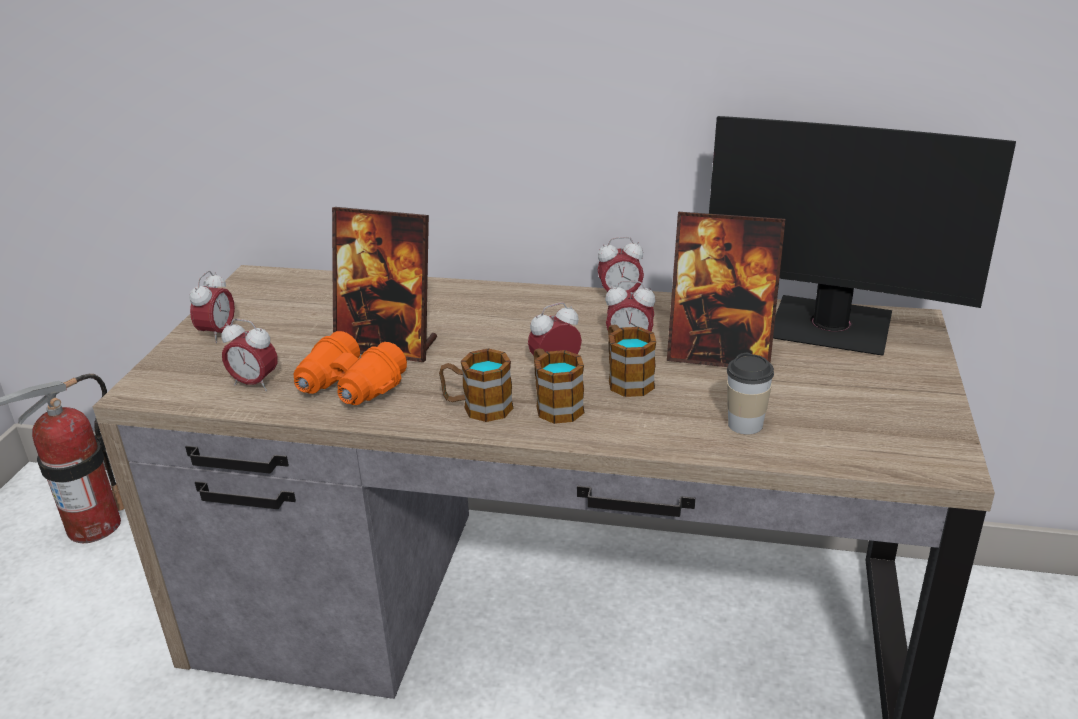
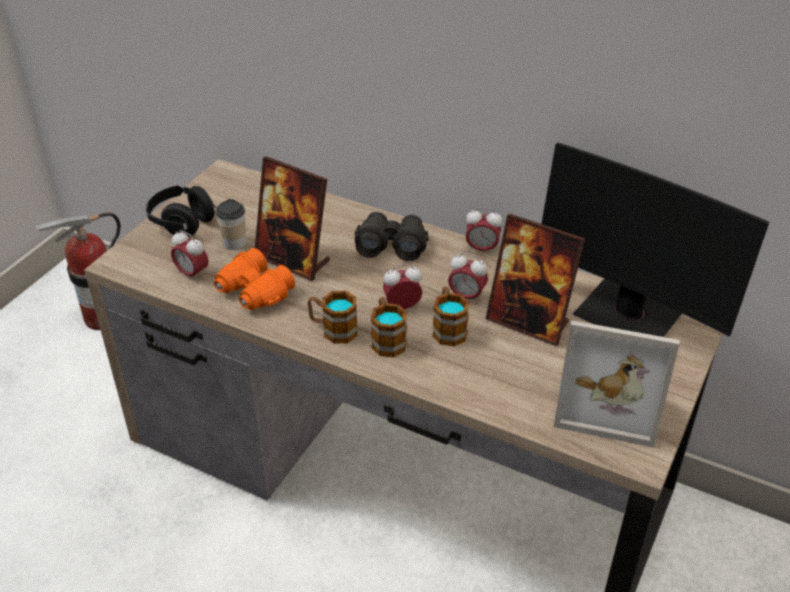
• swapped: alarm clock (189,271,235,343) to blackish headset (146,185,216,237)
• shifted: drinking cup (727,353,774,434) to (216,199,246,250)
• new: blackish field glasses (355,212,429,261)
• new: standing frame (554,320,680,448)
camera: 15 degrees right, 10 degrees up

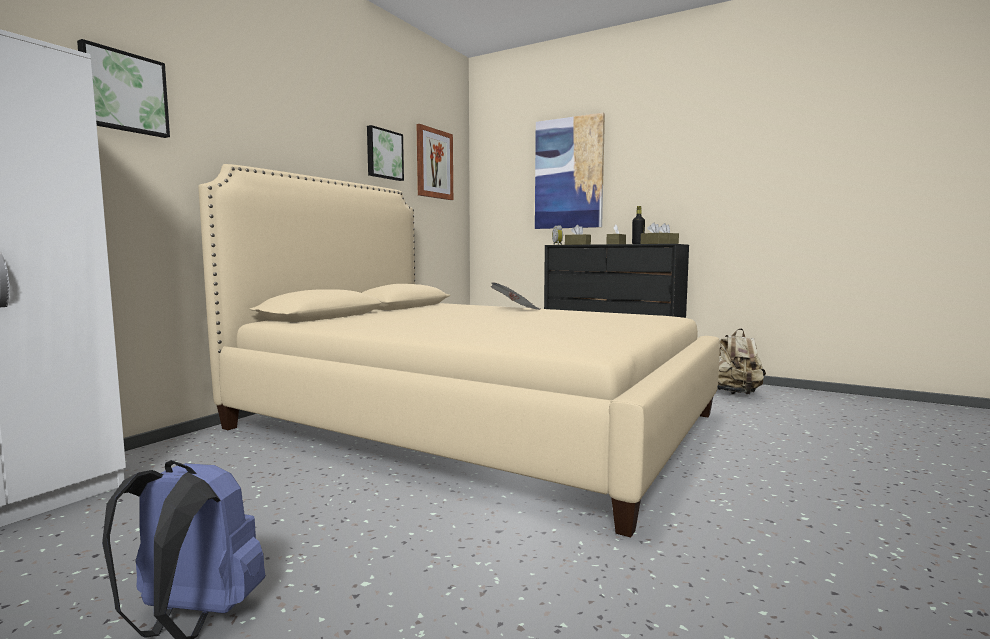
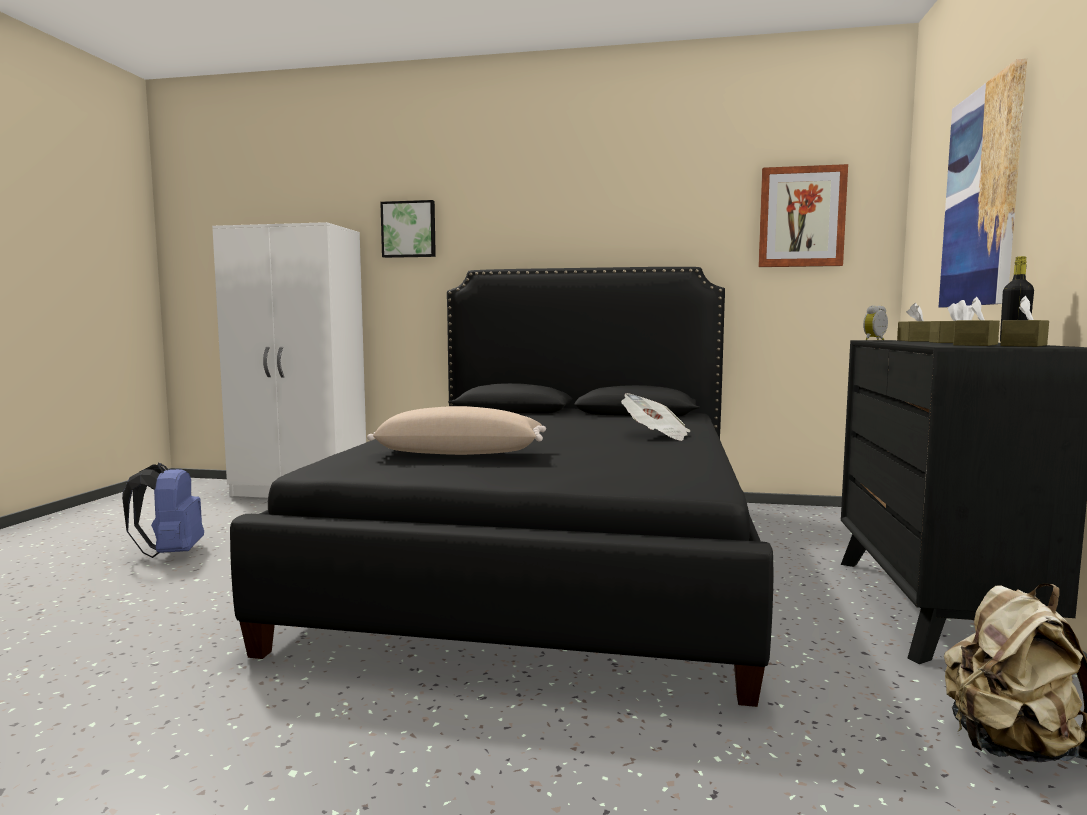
• repainted: beige-coloured bedroom bed (198,164,720,538) to blackish bedroom bed (230,267,773,707)
• new: beige-coloured cushion (367,406,546,455)
• gone: picture (367,125,404,181)
camera: 70 degrees right, 0 degrees up

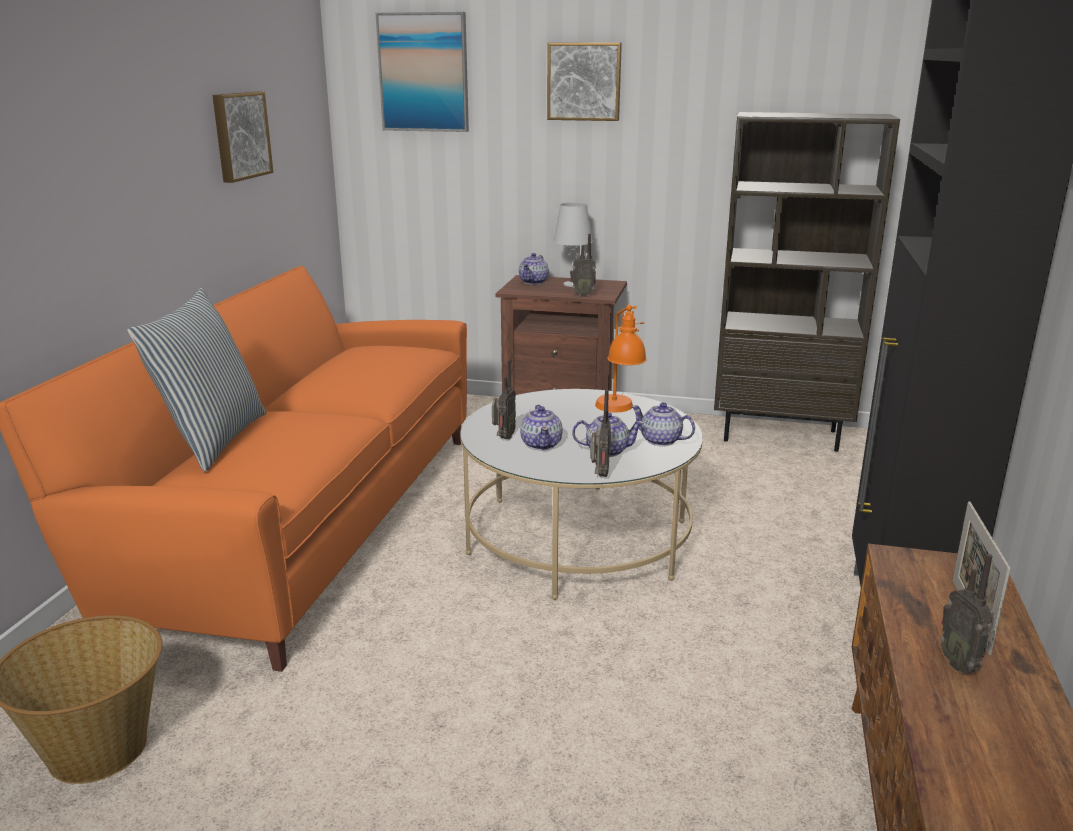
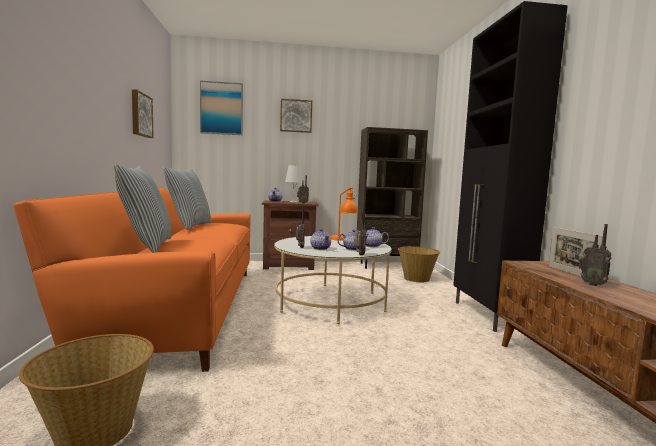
• new: cushion (163,167,212,230)
• new: storage basket (398,246,440,282)
camera: 20 degrees left, 15 degrees down

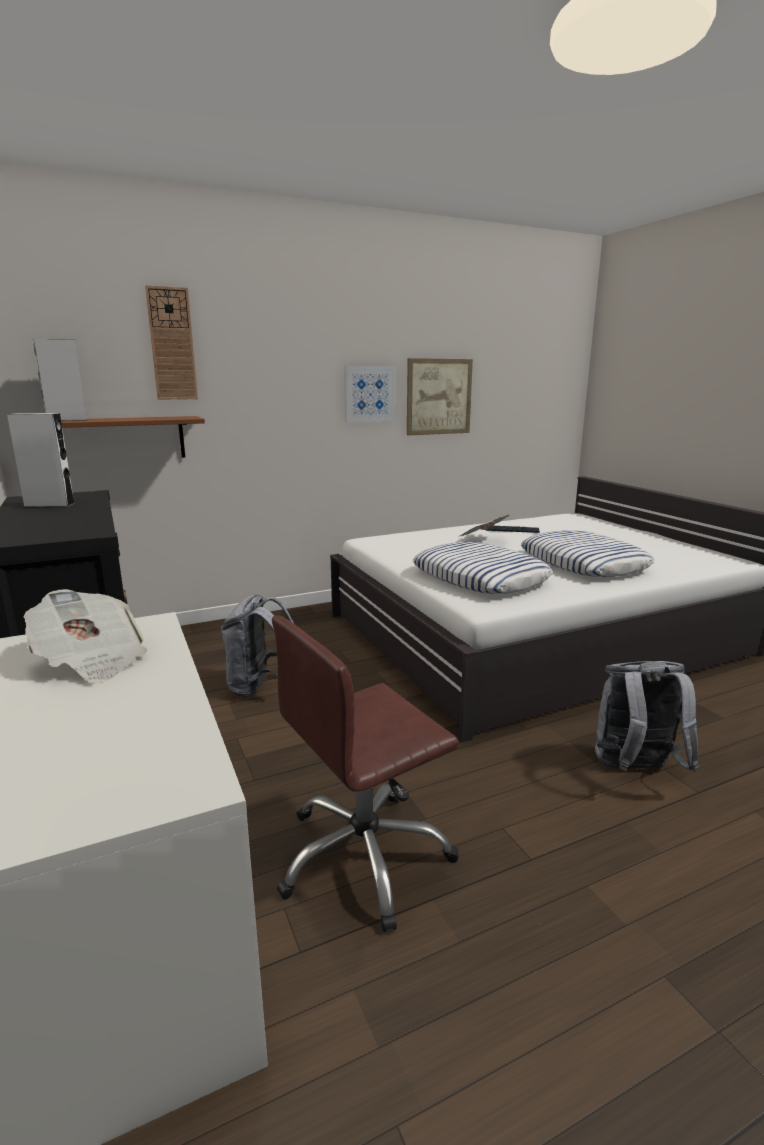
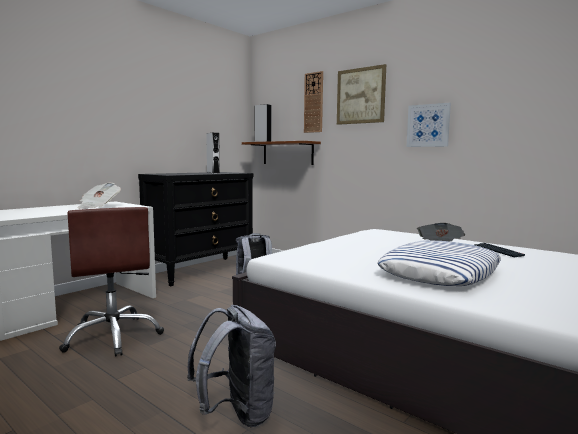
• rotated: brownish computer chair (272,615,459,932) = (59,207,164,357) 150 degrees counterclockwise
• shifted: picture (407,358,473,436) to (337,64,386,125)
• gone: cushion (413,542,553,594)
camera: 65 degrees right, 10 degrees down

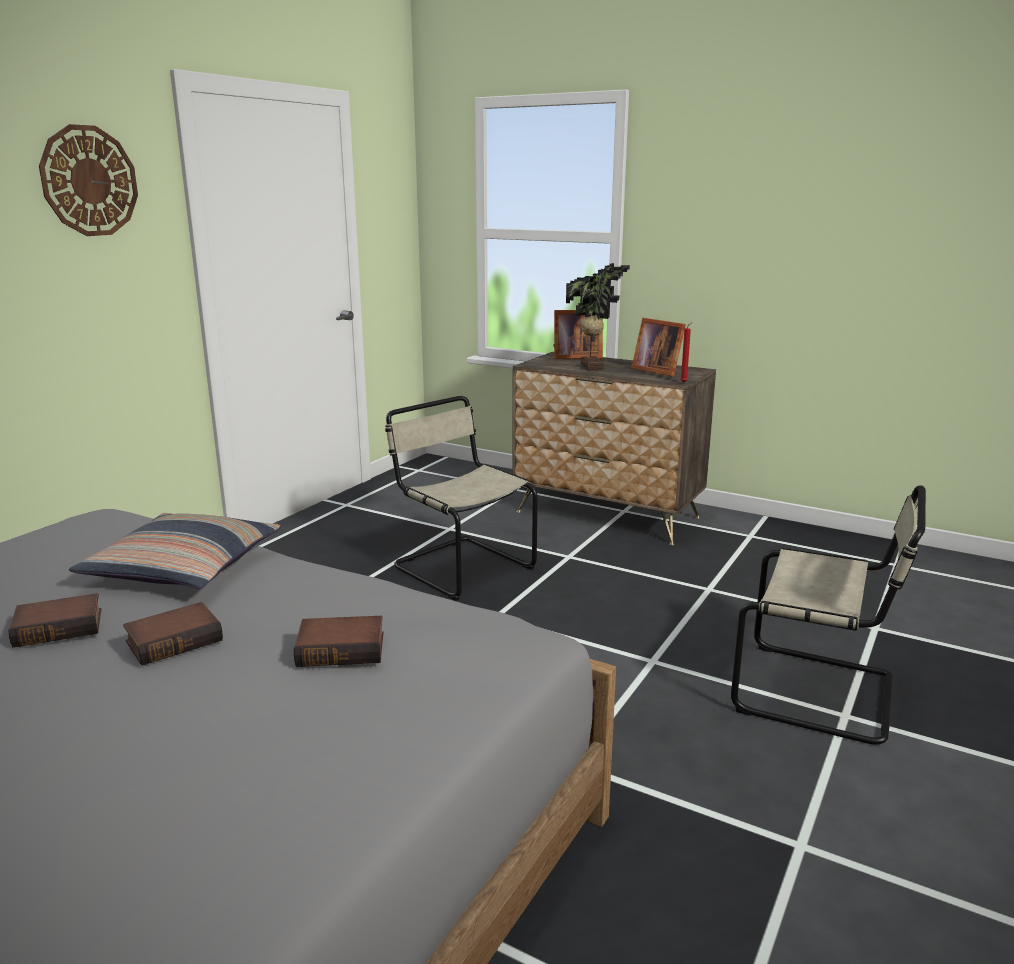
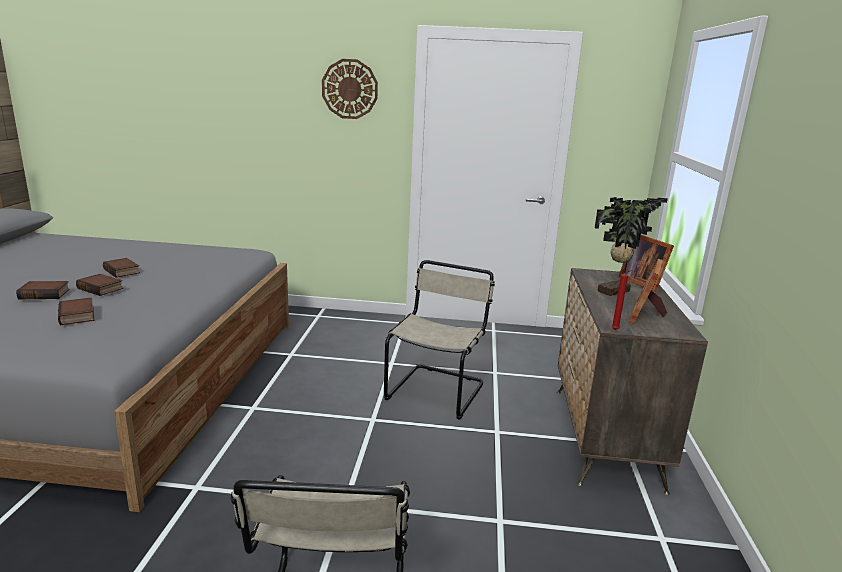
• new: bound book (16,281,70,299)
• gone: cushion (68,513,281,589)
camera: 65 degrees right, 0 degrees up

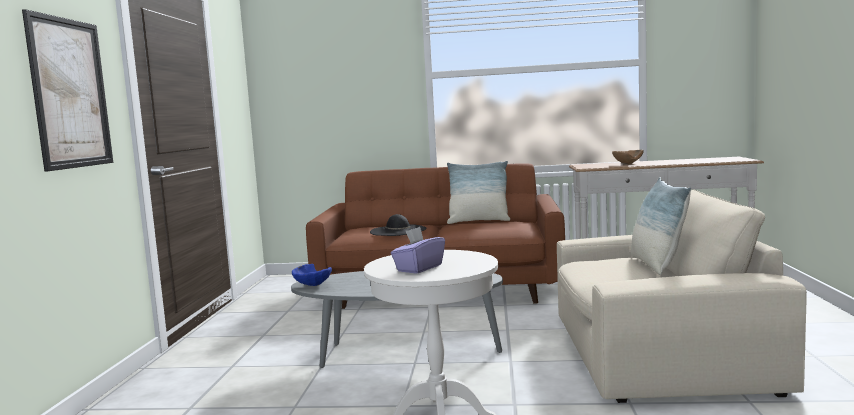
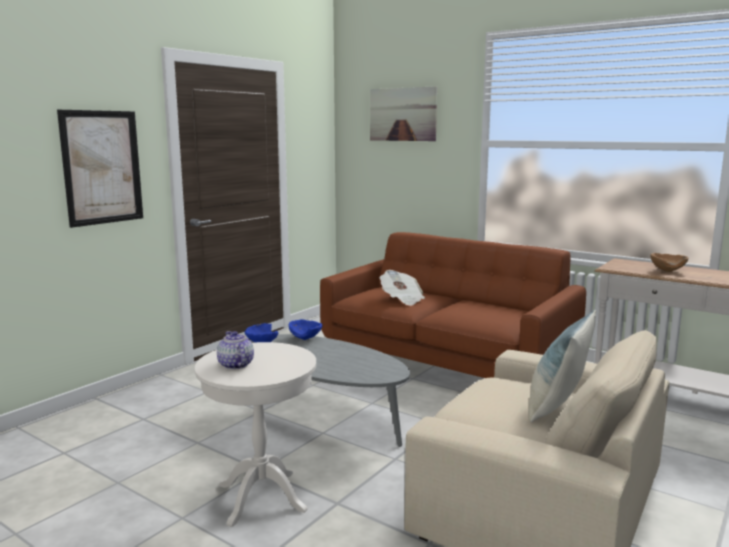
• swapped: purplish tissue holder (391,227,445,274) to pot for tea (217,331,254,370)
• new: blue-coloured deep dish (289,319,322,340)
• new: picture (370,86,437,141)
• swapped: blackish hat (370,214,427,236) to newspaper (380,270,425,306)
• gone: cushion (447,161,510,224)
camera: 30 degrees right, 5 degrees up

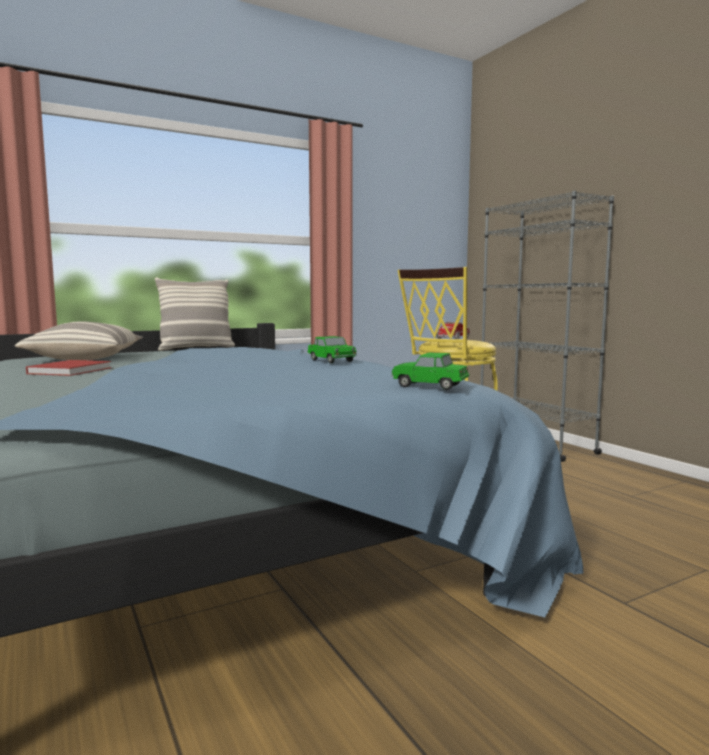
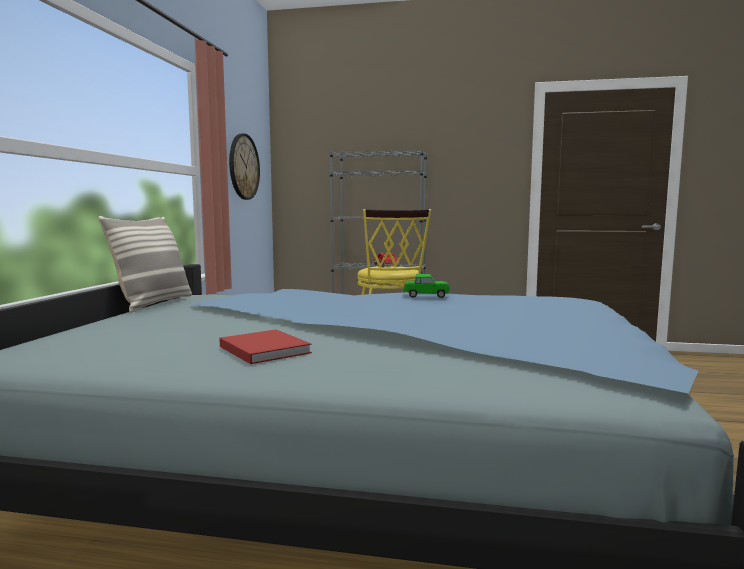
• new: clock on the wall (229,133,260,200)
• gone: cushion (15,321,143,360)
• gone: toy car (391,352,469,390)
camera: 50 degrees left, 0 degrees up

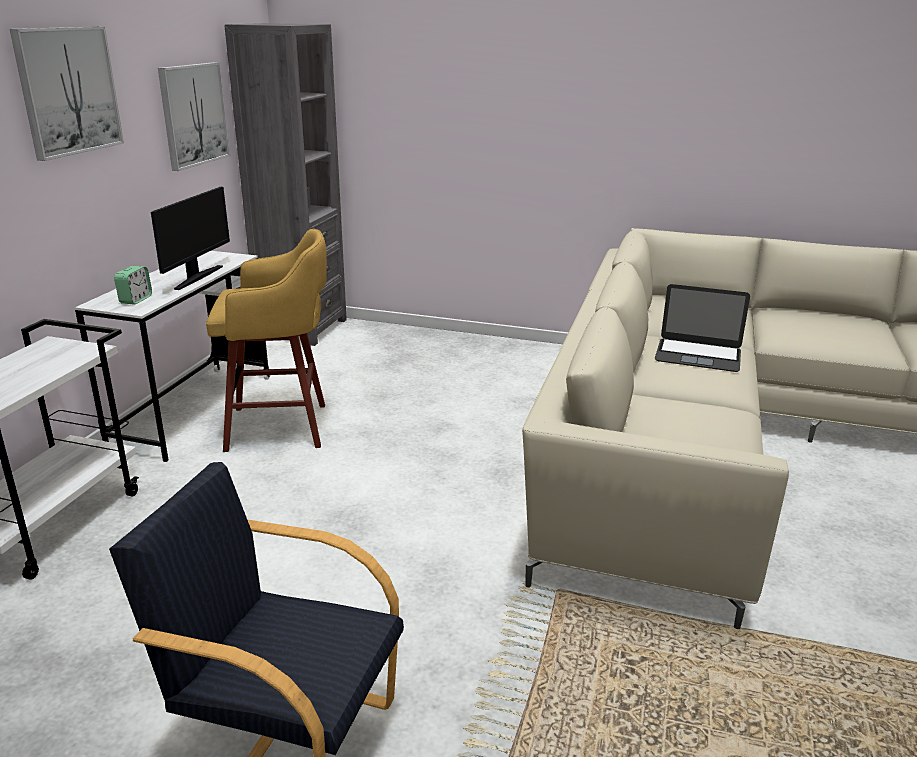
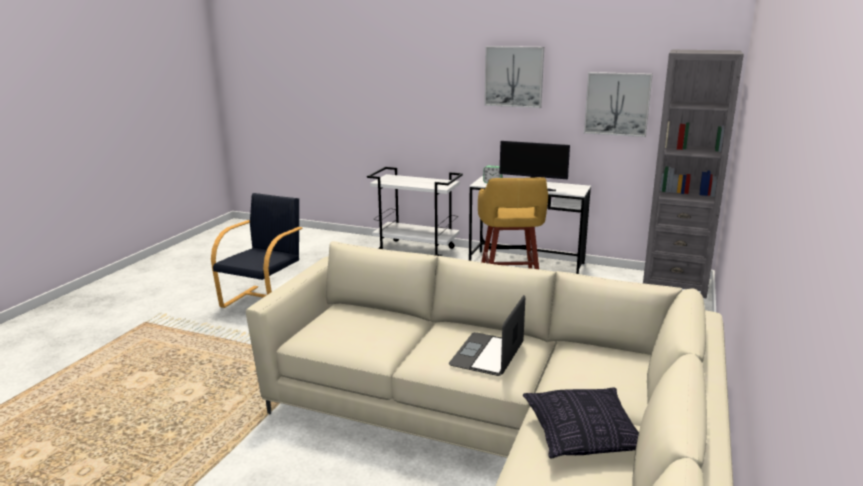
• new: cushion (523,387,639,458)
camera: 95 degrees right, 5 degrees down

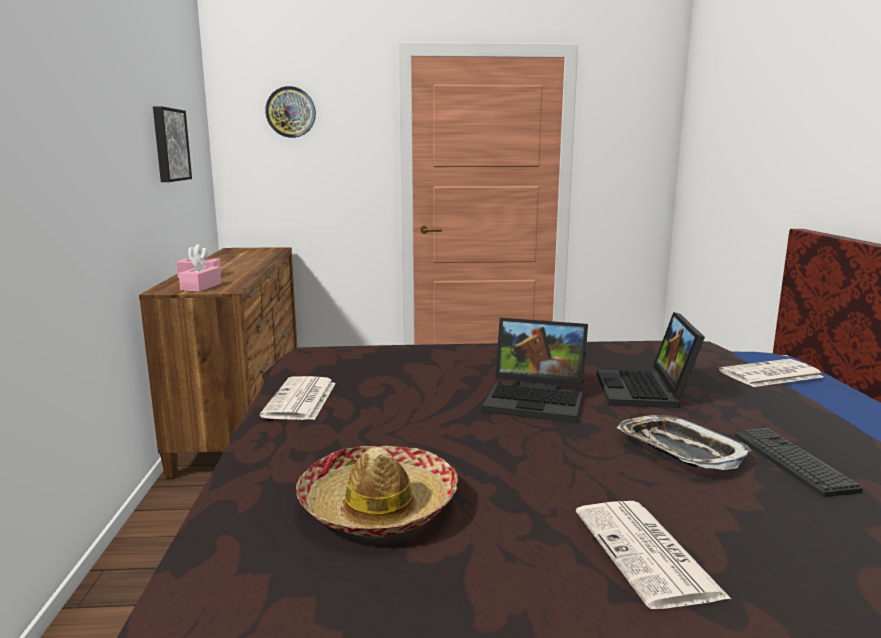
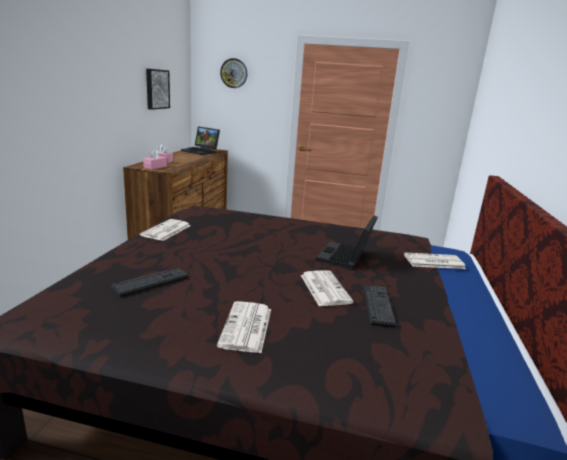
• swapped: hat (296,446,458,537) to keyboard (111,268,188,297)
• shifted: portable computer (482,318,588,423) to (181,126,220,155)
• swapped: carrying tray (617,415,752,470) to newspaper (301,270,354,306)
camera: 15 degrees right, 5 degrees up

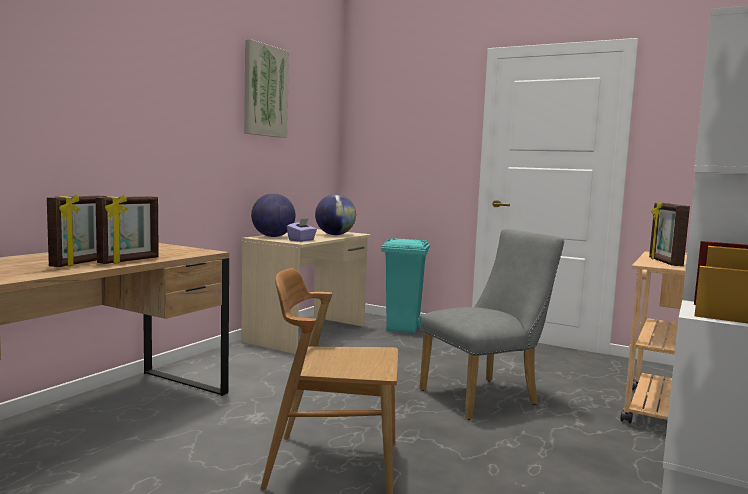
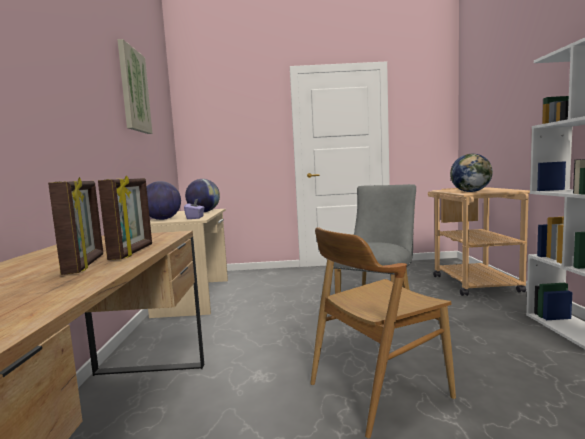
• swapped: standing frame (649,201,690,266) to desk globe (450,154,493,192)
• gone: blue-green trash can (381,238,430,333)
camera: 30 degrees left, 0 degrees up

